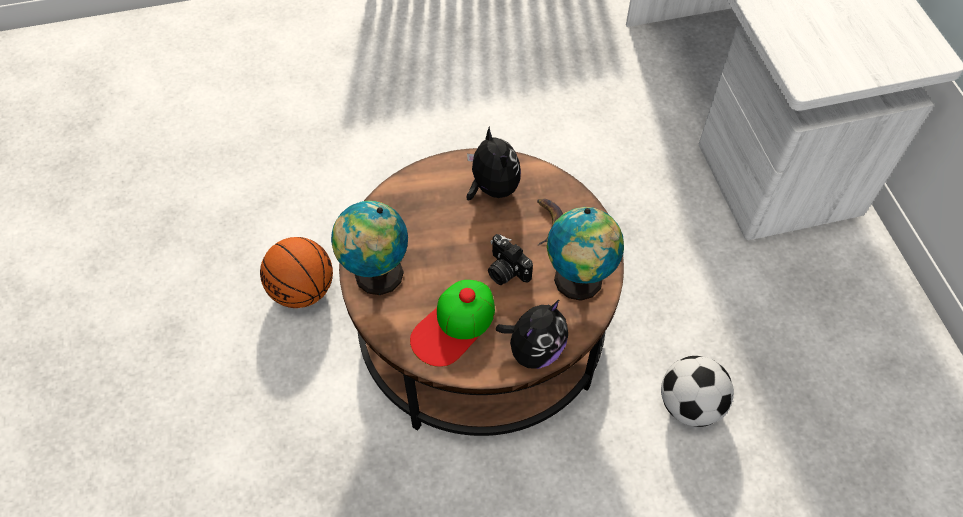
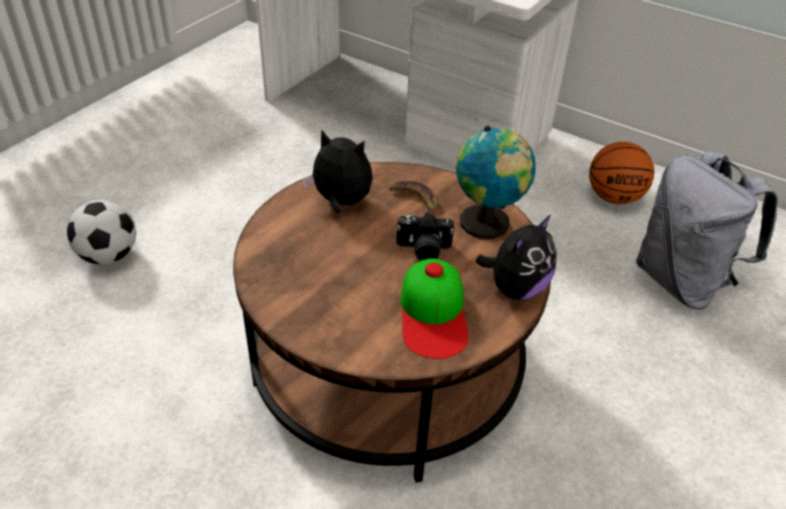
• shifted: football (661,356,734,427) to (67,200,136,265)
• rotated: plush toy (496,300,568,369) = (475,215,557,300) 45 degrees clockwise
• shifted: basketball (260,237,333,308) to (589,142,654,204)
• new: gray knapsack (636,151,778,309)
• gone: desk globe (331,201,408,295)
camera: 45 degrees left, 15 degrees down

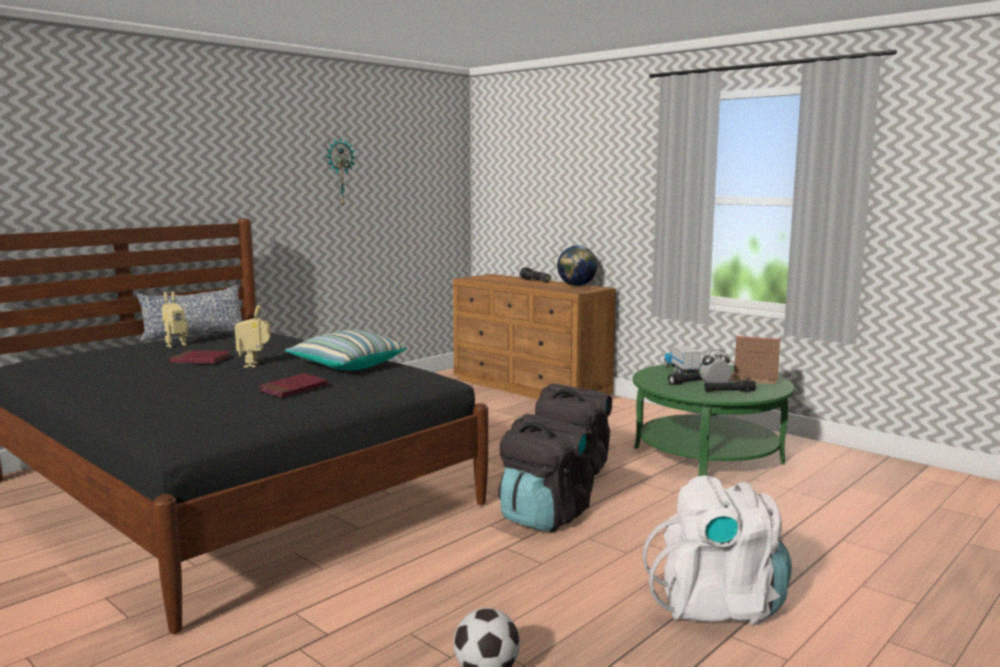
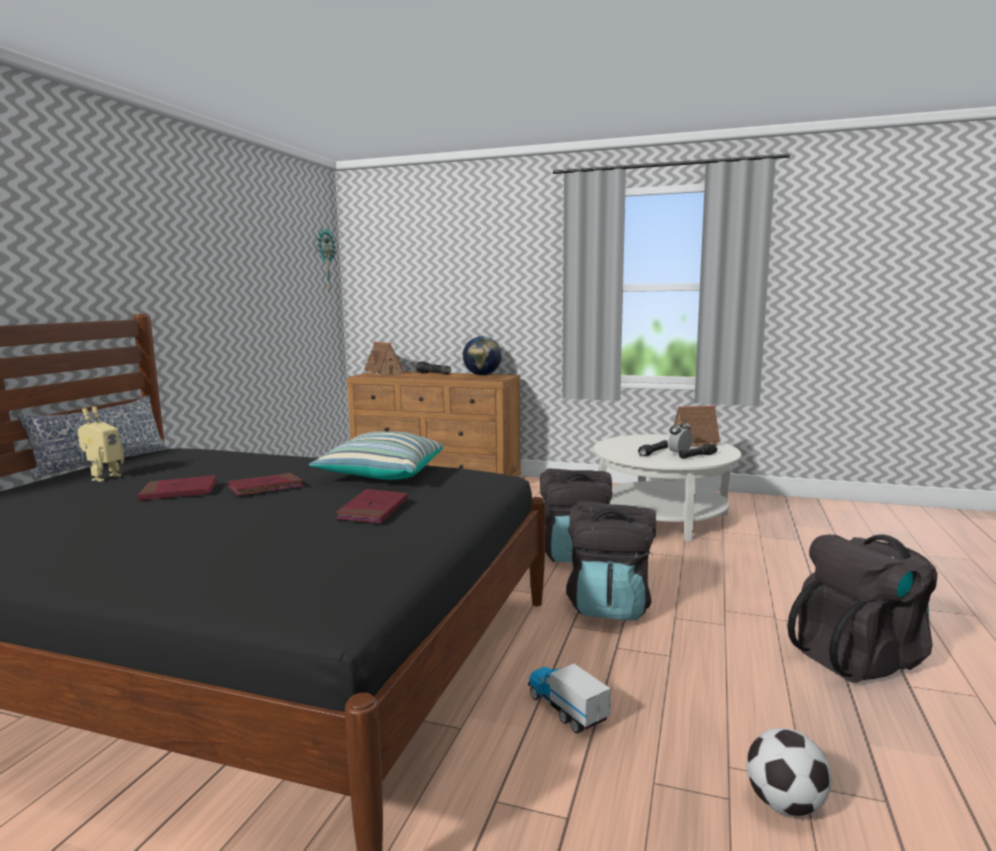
• swapped: model robot (235,305,271,368) to reddish bound book (227,473,304,496)
• shifted: clock on the wall (325,137,357,206) to (317,229,336,293)
• new: miniature house (364,341,403,376)
• shifted: toy lorry (664,346,701,374) to (528,664,611,733)
• repainted: green low table (633,363,795,476) to white-coloured low table (593,434,741,541)
• repainted: white-coloured knapsack (642,475,792,625) to blackish knapsack (787,534,937,683)
camera: 25 degrees left, 0 degrees up

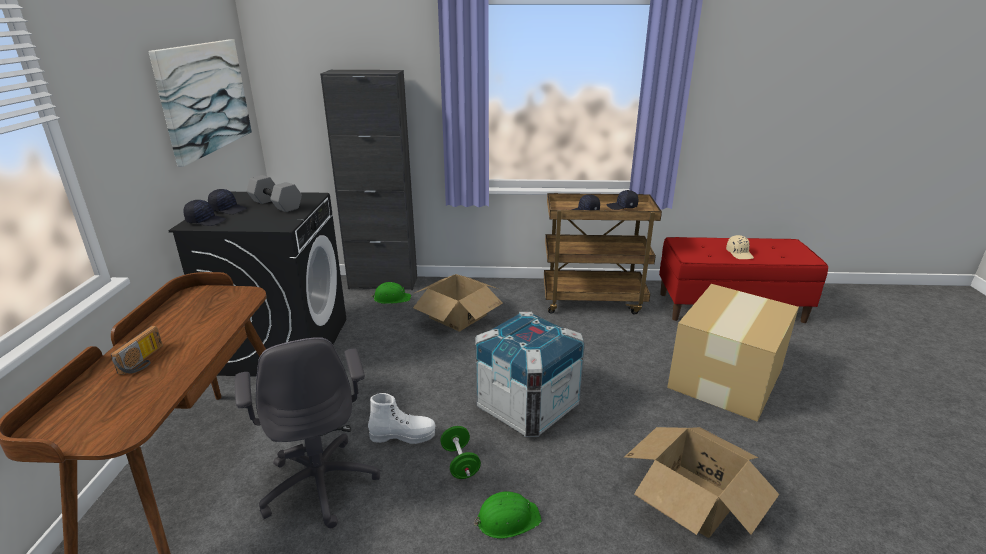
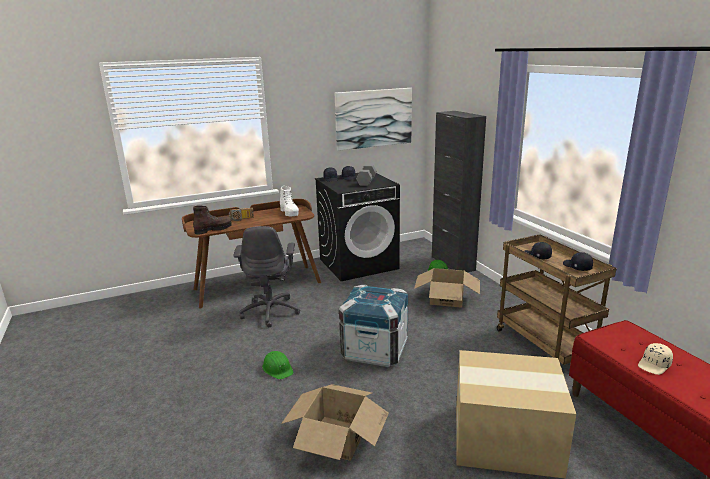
• new: brownish tall boot (193,206,231,235)
• rotated: gray computer chair (235,337,380,528) = (234,226,300,327) 45 degrees counterclockwise
• shifted: white-coloured tall boot (368,393,436,444) to (280,186,299,216)
• gone: green free weight (440,426,481,479)
camera: 65 degrees right, 5 degrees down

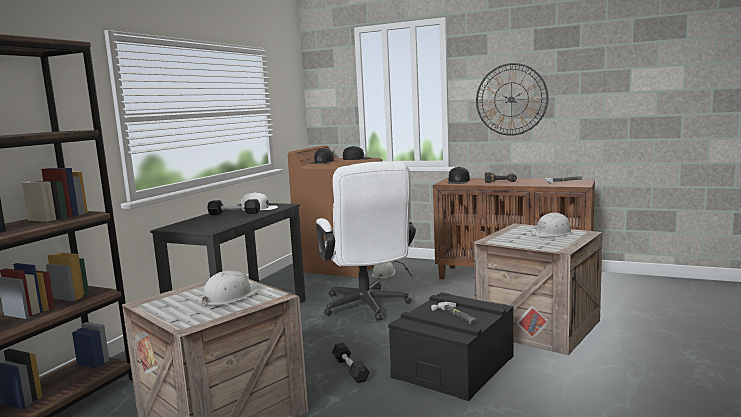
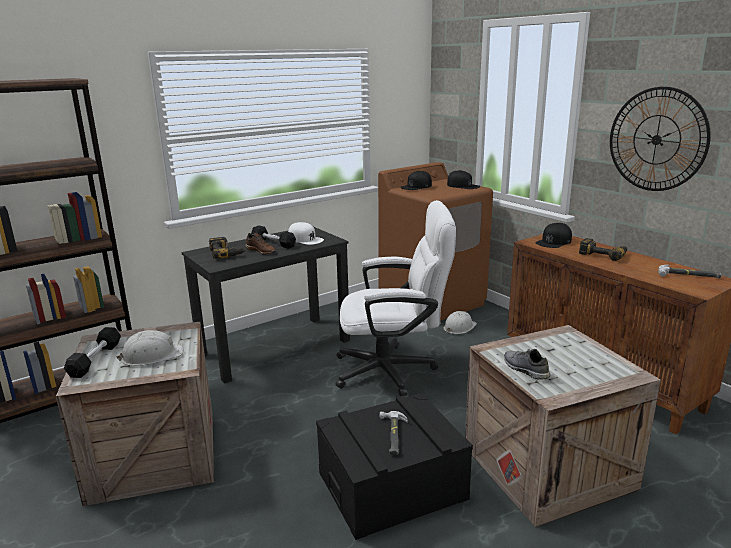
• shifted: blackish free weight (332,343,369,383) to (64,327,121,378)
• new: power drill (209,237,246,259)
• new: brownish item of footwear (245,233,276,255)
• rotated: white-coloured computer chair (316,161,416,321) = (335,200,456,396) 105 degrees counterclockwise
• new: gray item of footwear (504,349,550,380)
• gone: white-coloured hard hat (530,212,572,237)
camera: 30 degrees right, 10 degrees up

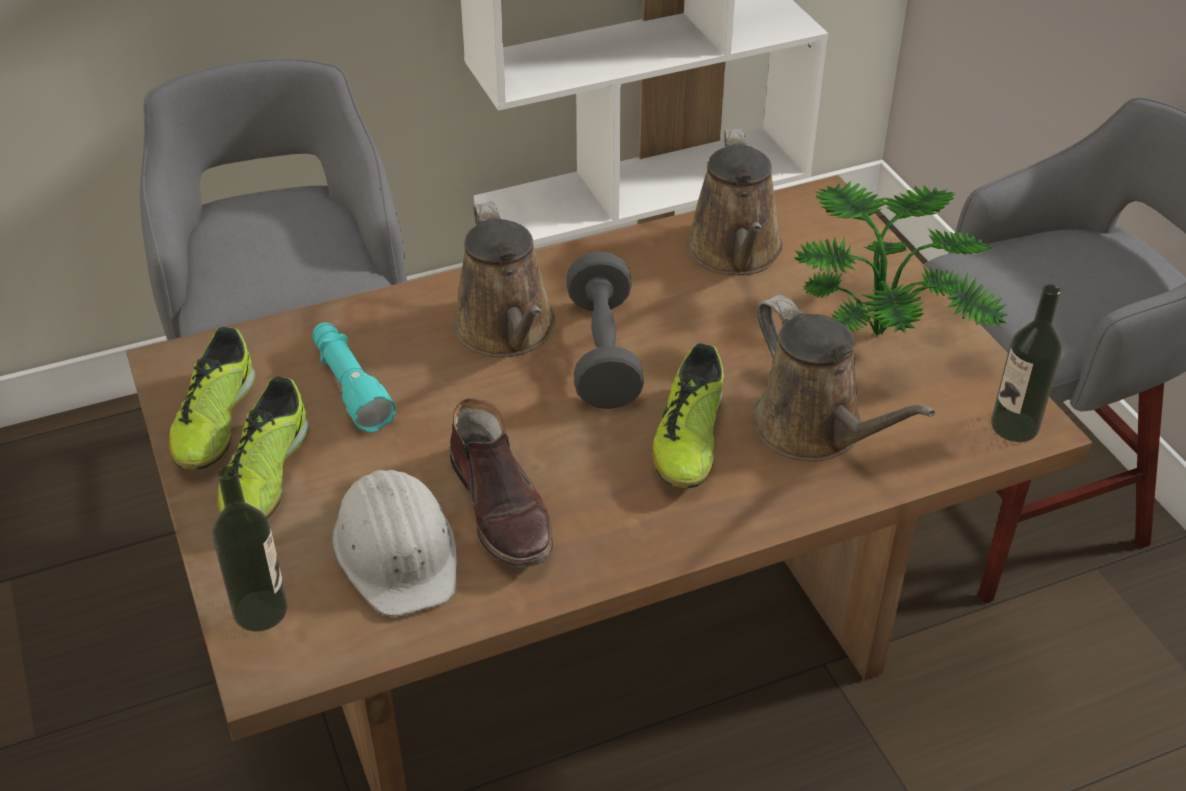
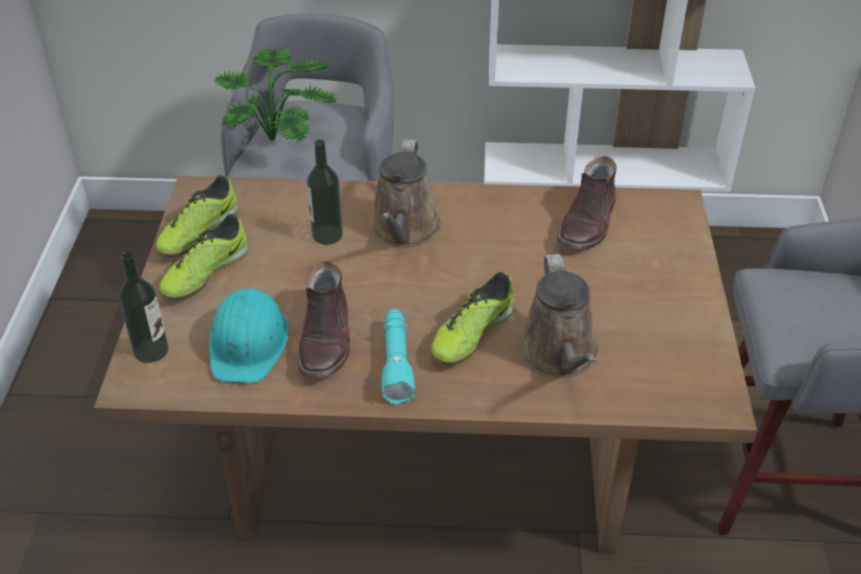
• repainted: white-coloured hard hat (332,470,457,617) to blue-green hard hat (209,288,289,383)
• shifted: plant in a pot (794,181,1008,336) to (214,48,337,142)
• shifted: beverage bottle (991,284,1062,442) to (307,139,343,245)
• shifted: blue-green hand torch (312,323,395,432) to (381,309,415,405)
• swapped: brownish sprinkling can (687,129,783,275) to brownish tall boot (557,156,617,250)
• gone: gray free weight (566,251,644,409)
camera: 25 degrees right, 0 degrees up

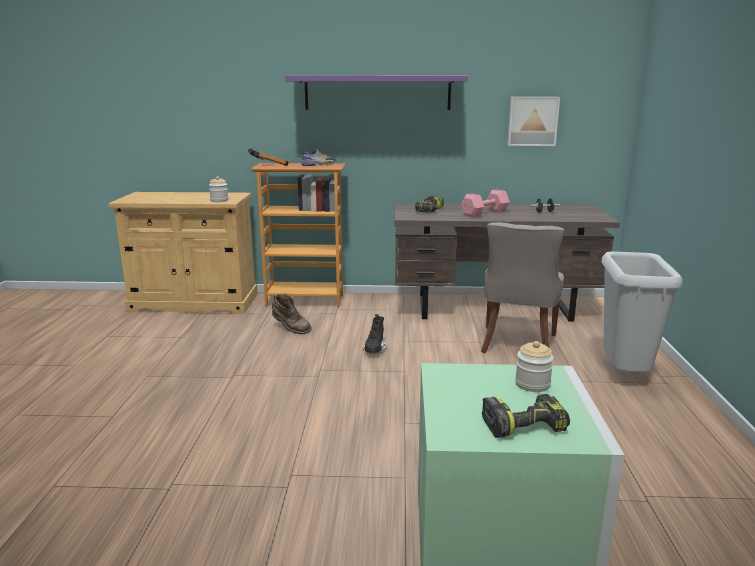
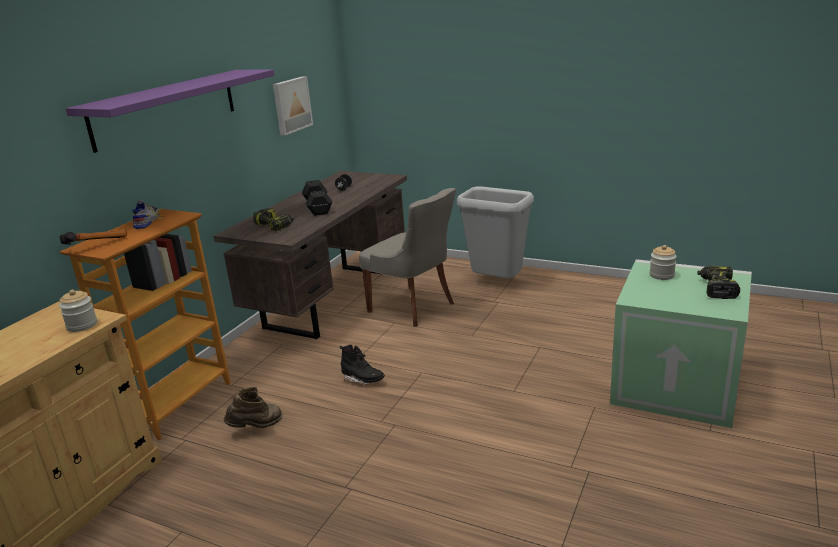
• repainted: pink free weight (461,189,510,217) to blackish free weight (302,180,332,216)
camera: 65 degrees left, 5 degrees up

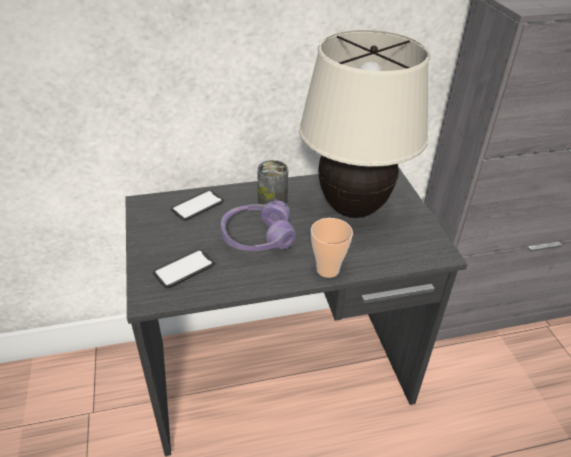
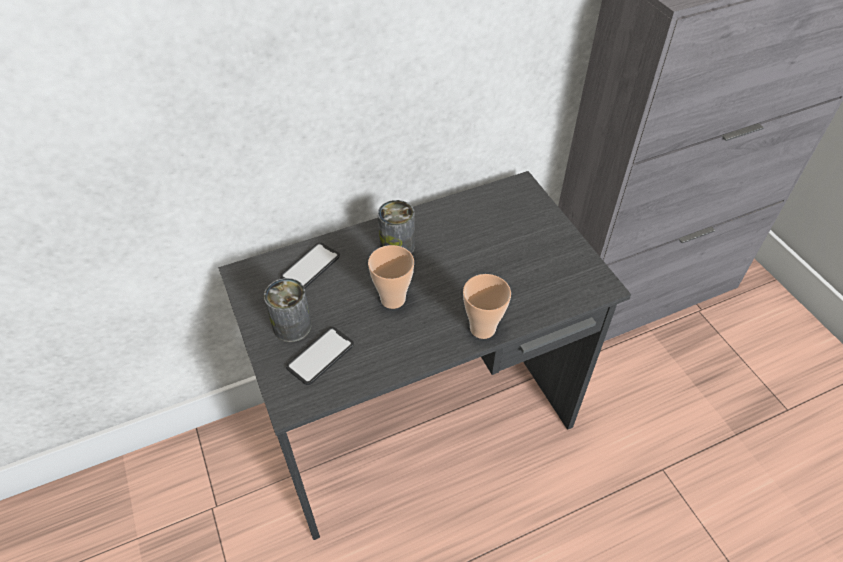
• new: metal can (264,278,312,342)
• swapped: purplish headset (221,201,296,251) to drinking cup (368,245,414,309)
• gone: beige-coloured tabletop lamp (299,30,430,218)
camera: 10 degrees left, 10 degrees up

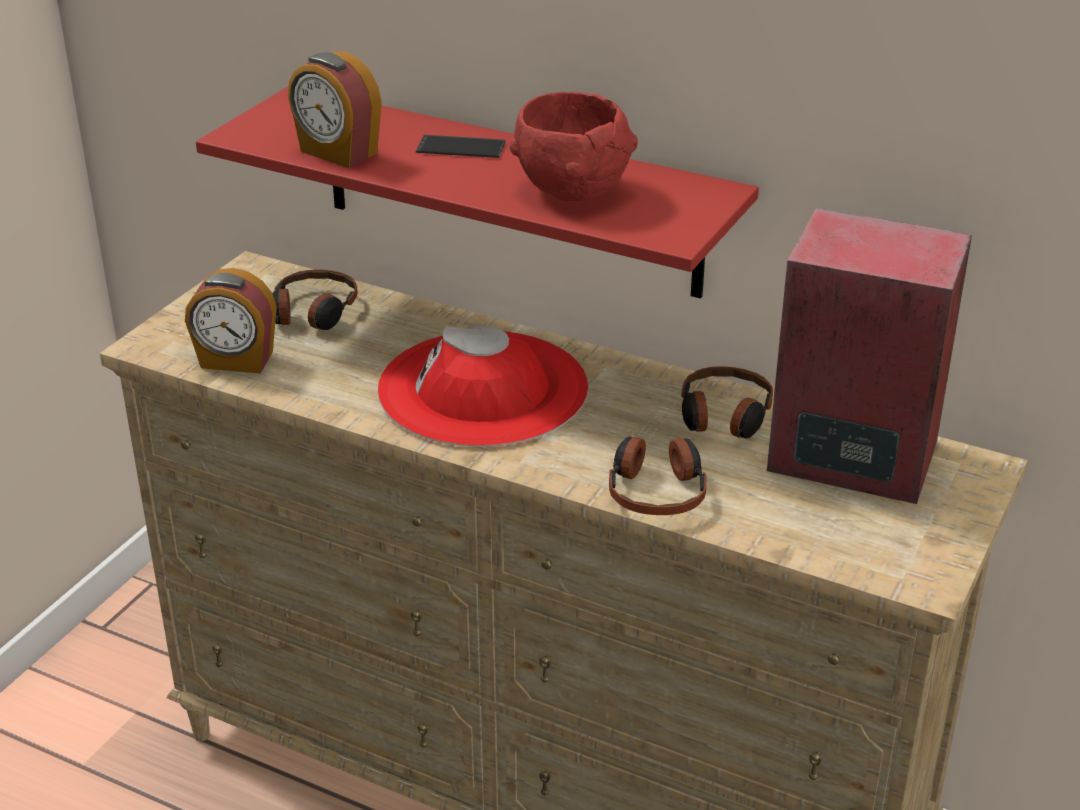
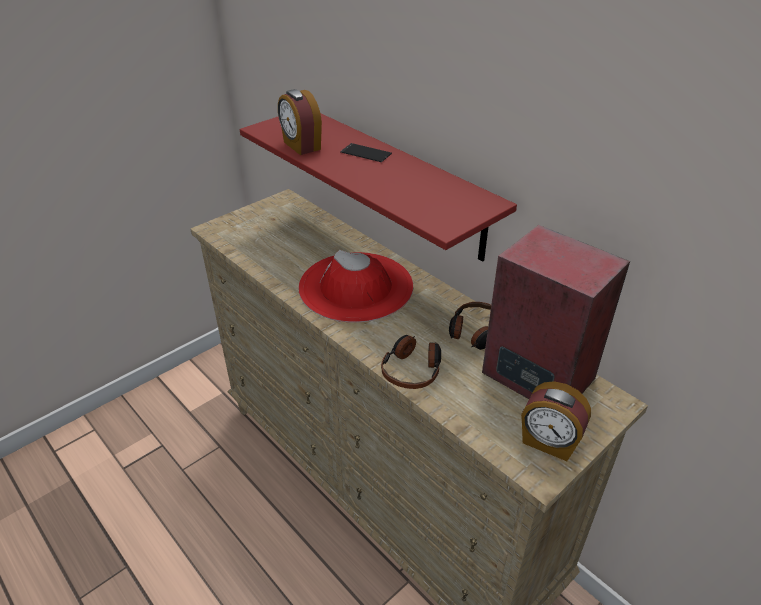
• shifted: alarm clock (185,268,277,374) to (521,381,591,461)
• gone: headset (273,270,358,330)
• gone: reddish deep dish (510,92,638,201)
camera: 20 degrees right, 5 degrees up

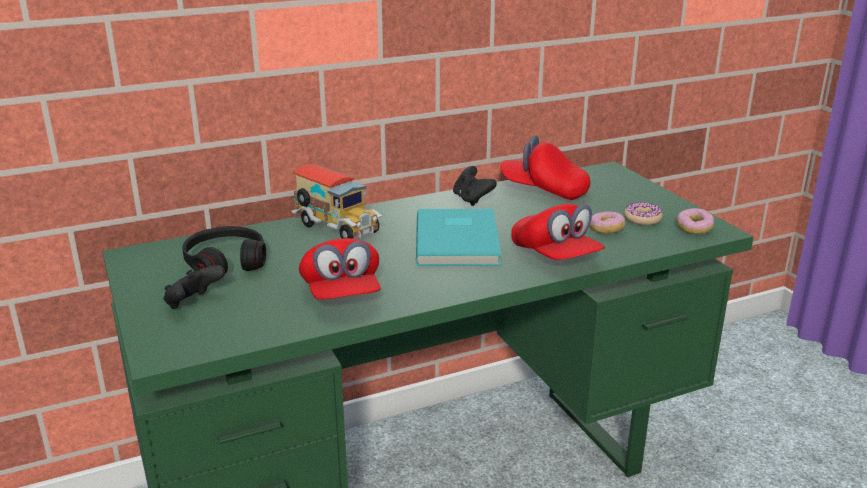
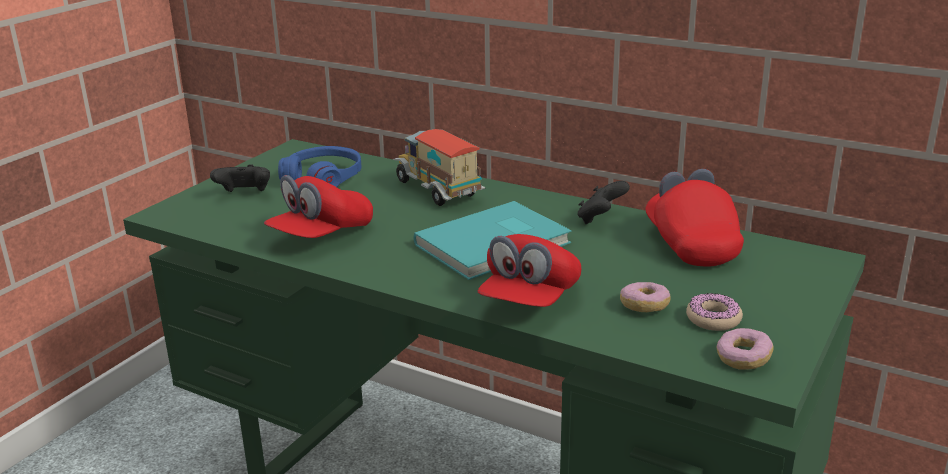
• repainted: blackish headset (182,226,266,274) to blue-coloured headset (278,146,361,187)
• rotated: toy lorry (291,164,383,239) = (393,129,486,206) 135 degrees clockwise
camera: 55 degrees right, 0 degrees up

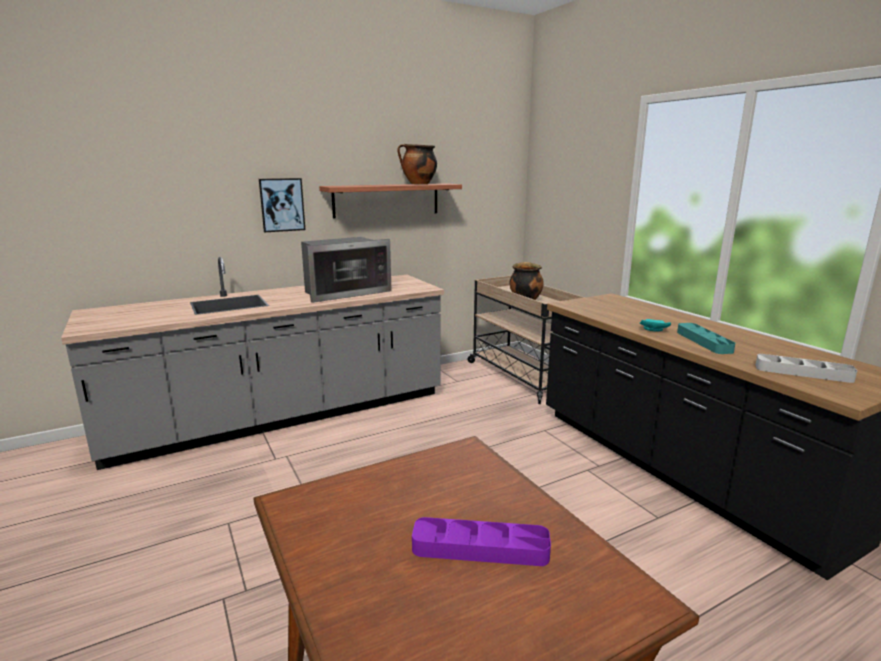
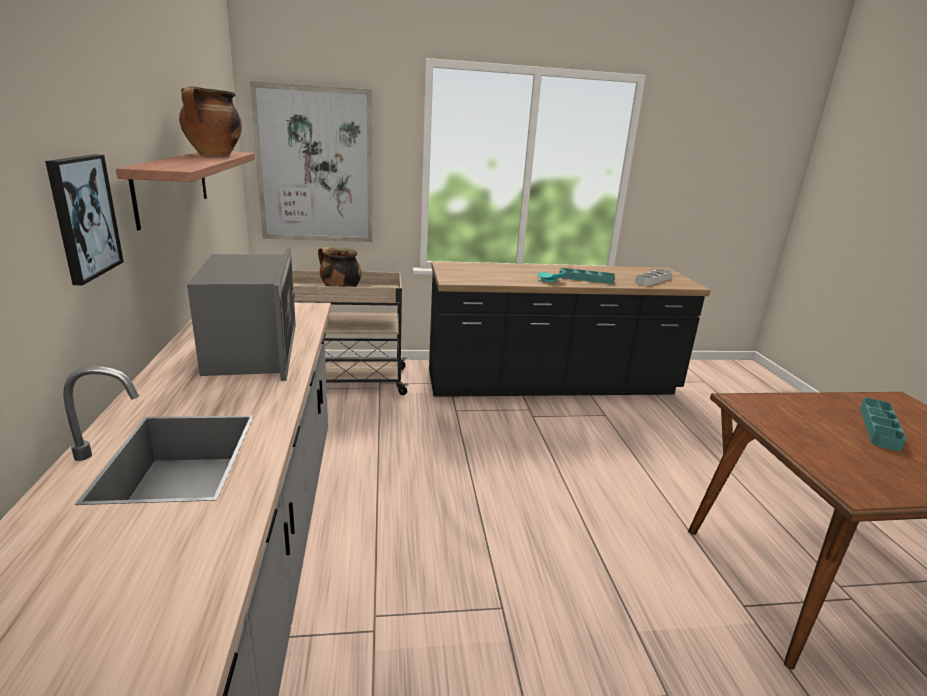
• new: picture (250,81,373,242)
• repainted: purplish carrying tray (412,517,551,566) to blue-green carrying tray (860,398,906,451)
camera: 70 degrees left, 5 degrees up

